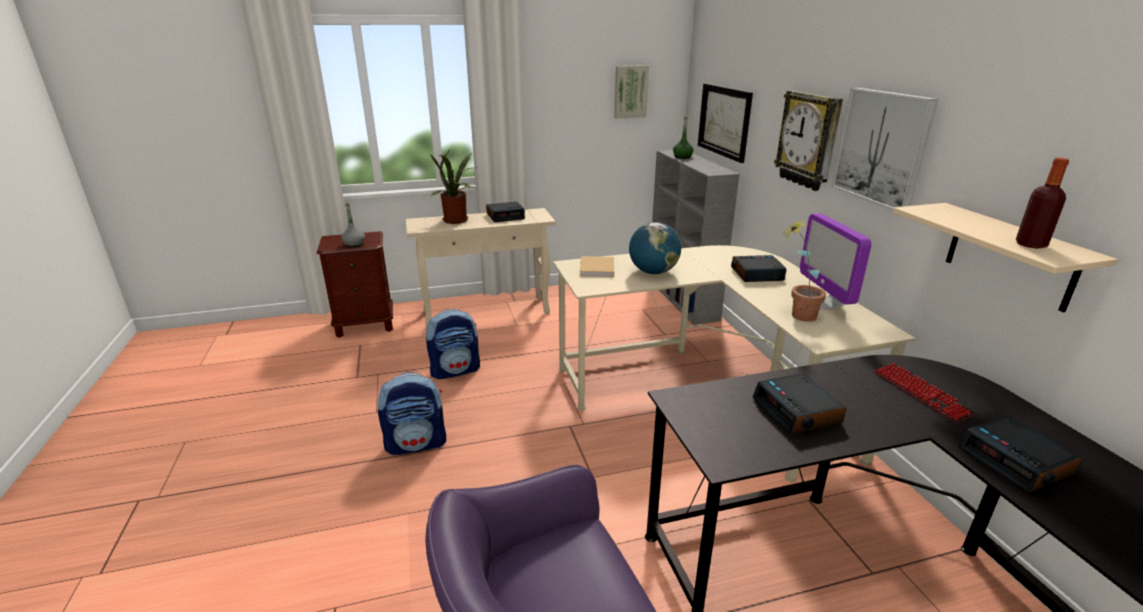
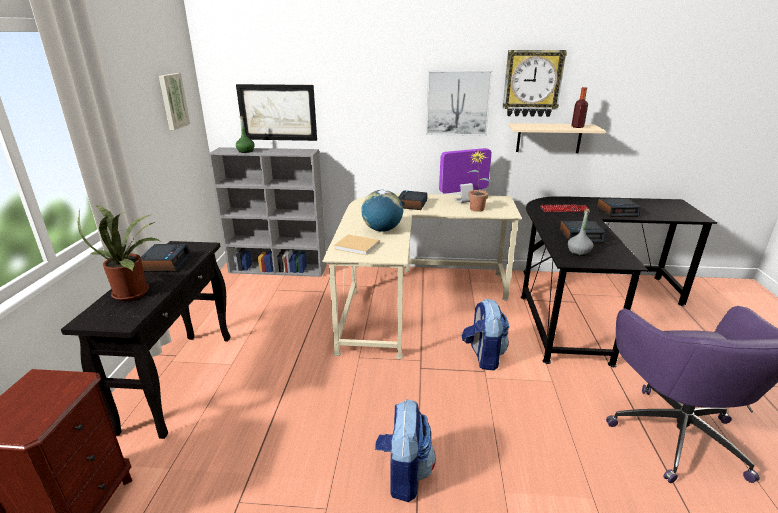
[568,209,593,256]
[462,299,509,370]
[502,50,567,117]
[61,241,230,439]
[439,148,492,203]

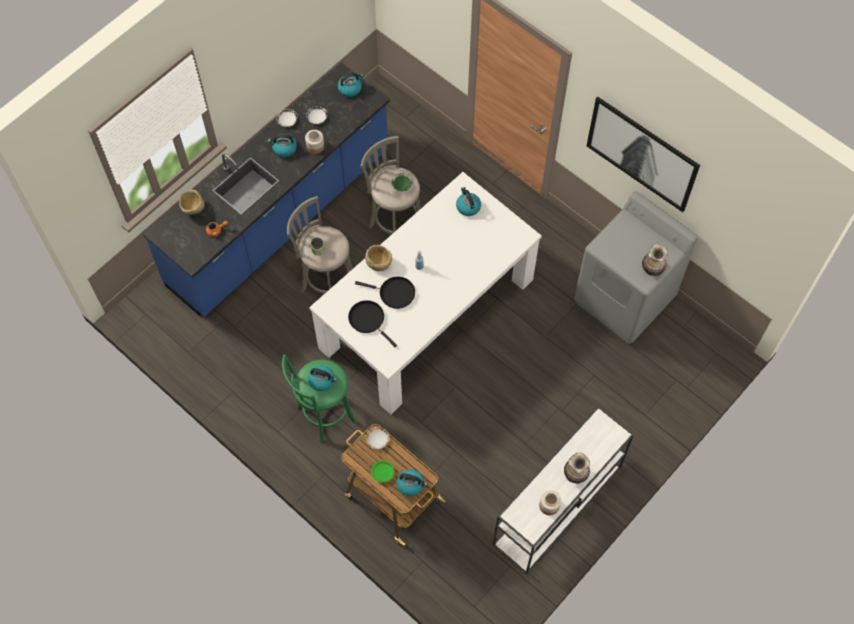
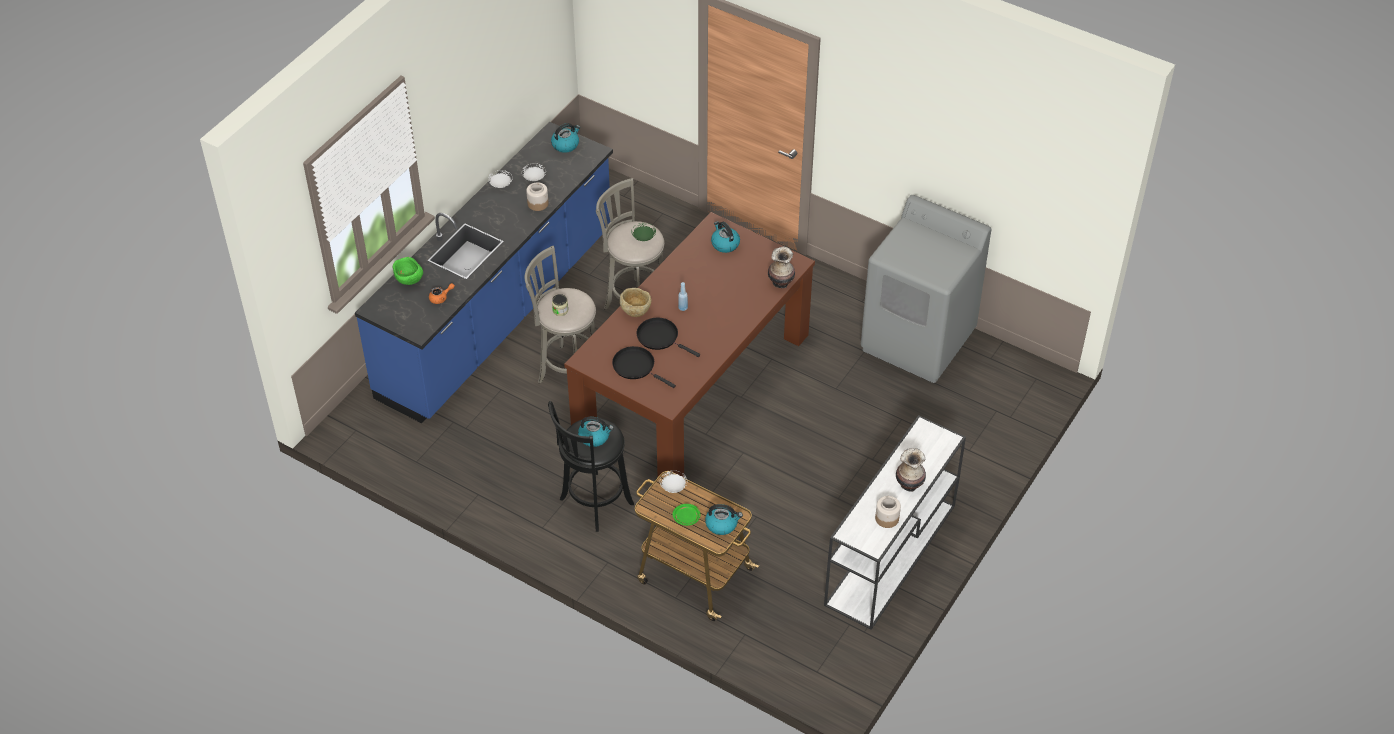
[267,134,297,157] (first image)
[587,97,700,212] (first image)
[768,246,795,288]
[393,257,423,285]
[548,401,634,532]
[564,212,815,477]
[637,318,700,357]

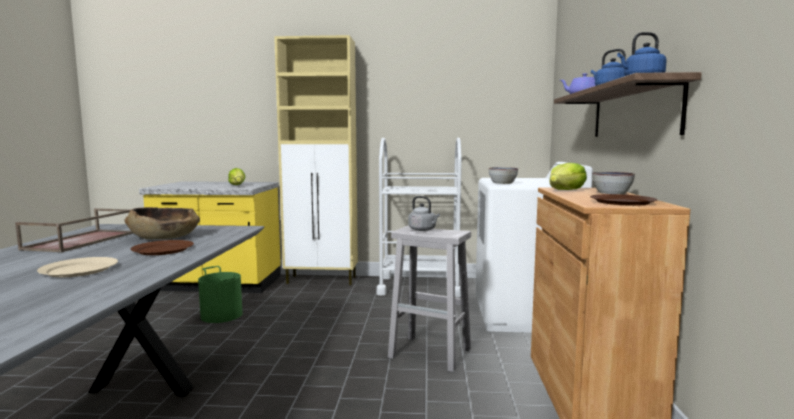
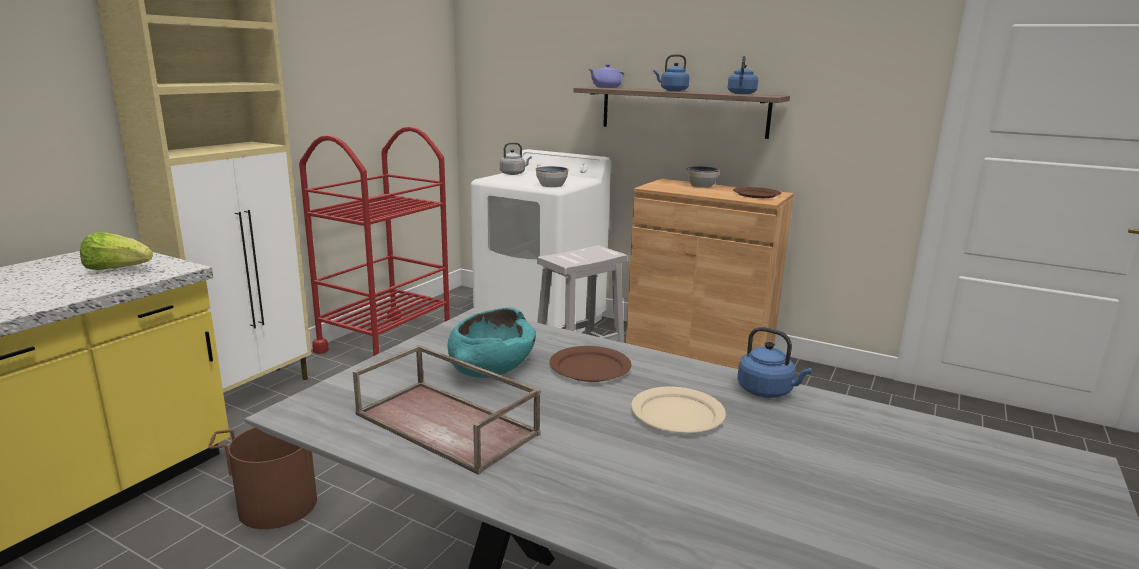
[549,163,587,190] (first image)
[737,327,812,398]
[500,142,532,175]
[447,307,536,378]
[208,427,317,529]
[299,126,450,358]

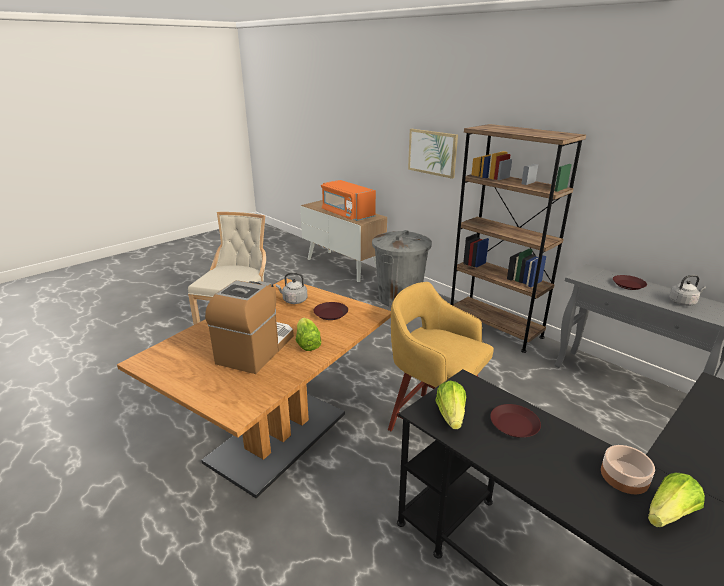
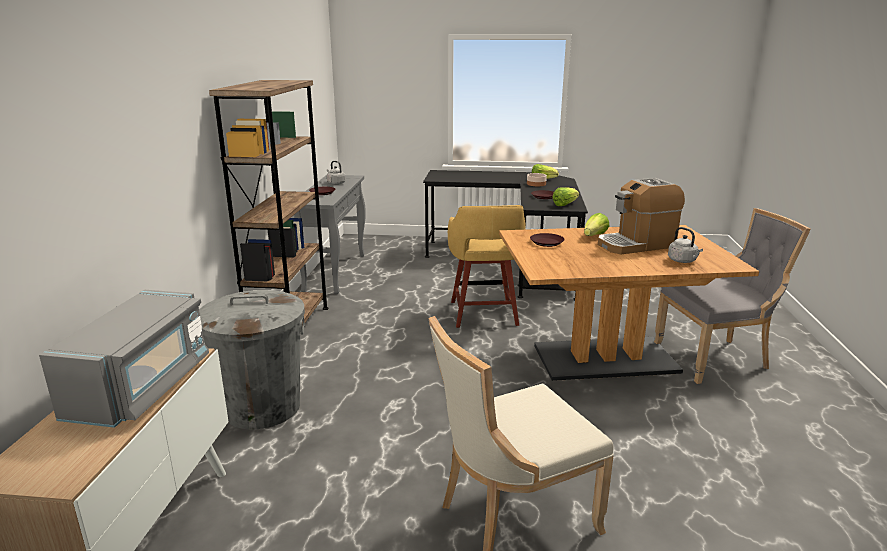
[408,129,458,179] (first image)
[654,208,810,384]
[668,227,703,263]
[39,290,209,428]

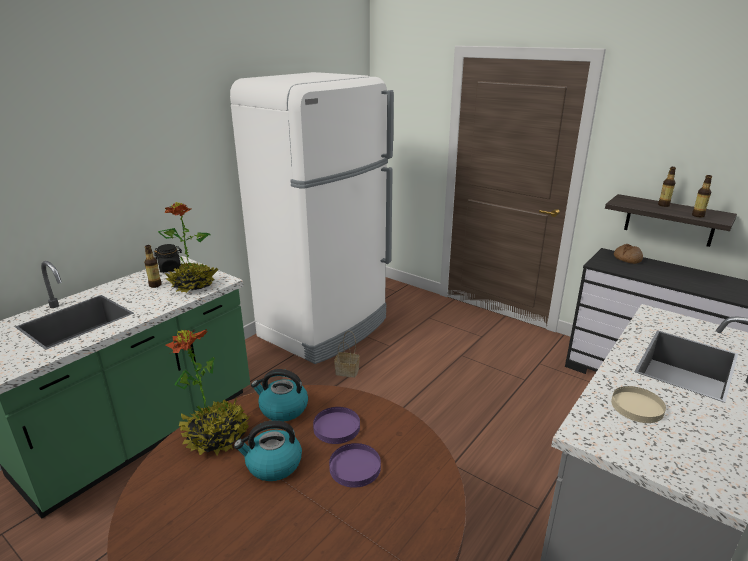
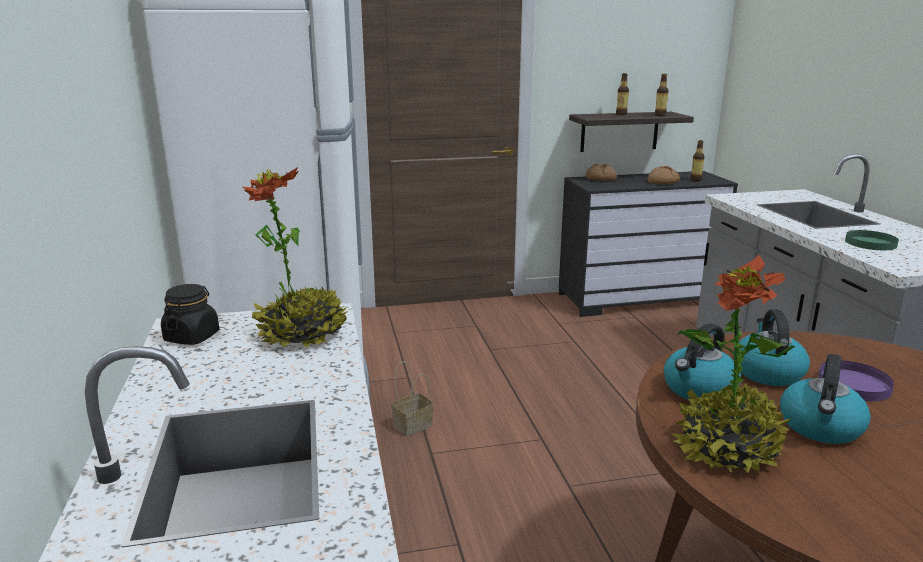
[647,166,680,184]
[690,140,705,181]
[733,309,810,386]
[845,230,899,250]

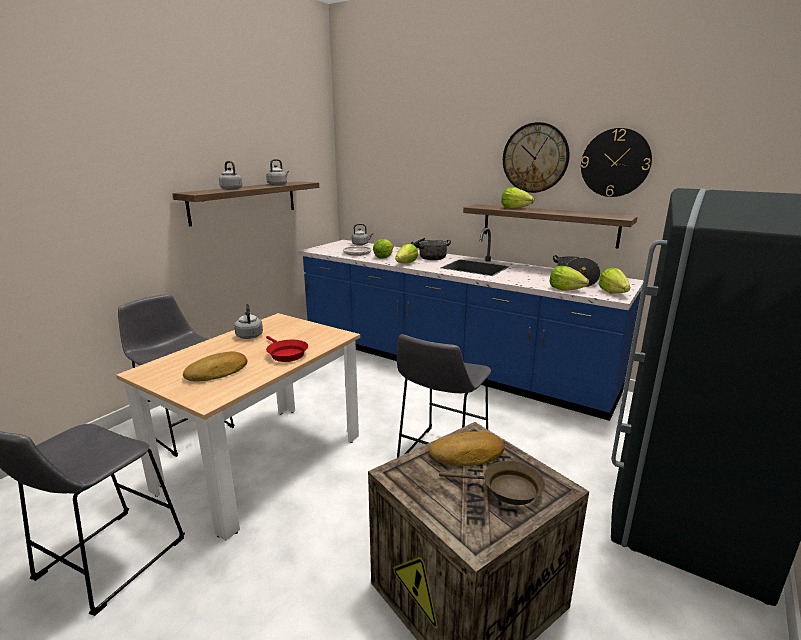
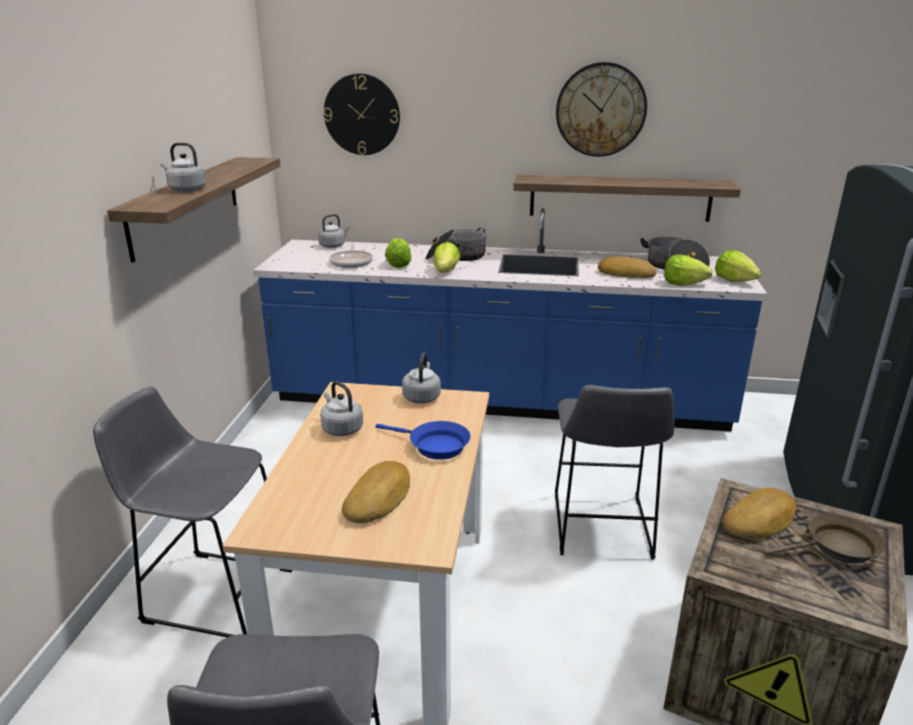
[501,187,534,209] (first image)
[598,257,657,278]
[402,353,441,404]
[323,74,400,155]
[375,421,470,460]

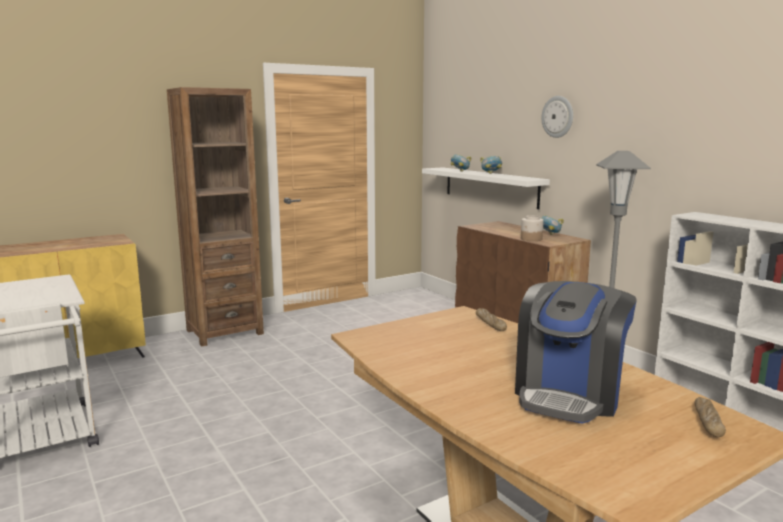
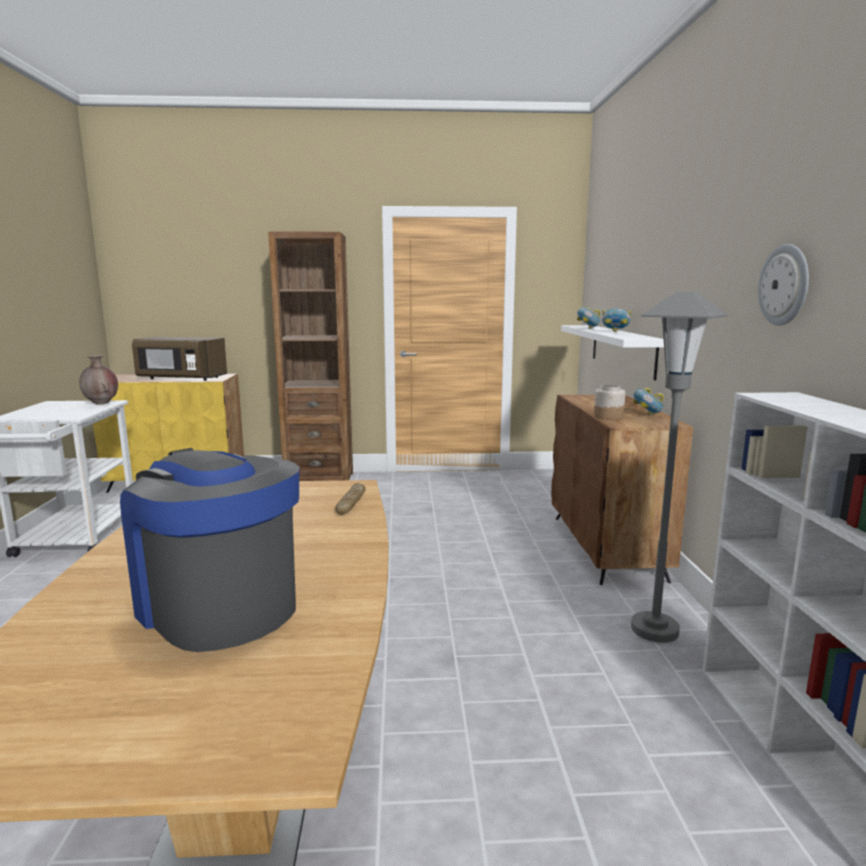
[694,397,726,437] (first image)
[79,355,118,405]
[132,337,227,381]
[758,244,809,326]
[120,448,300,652]

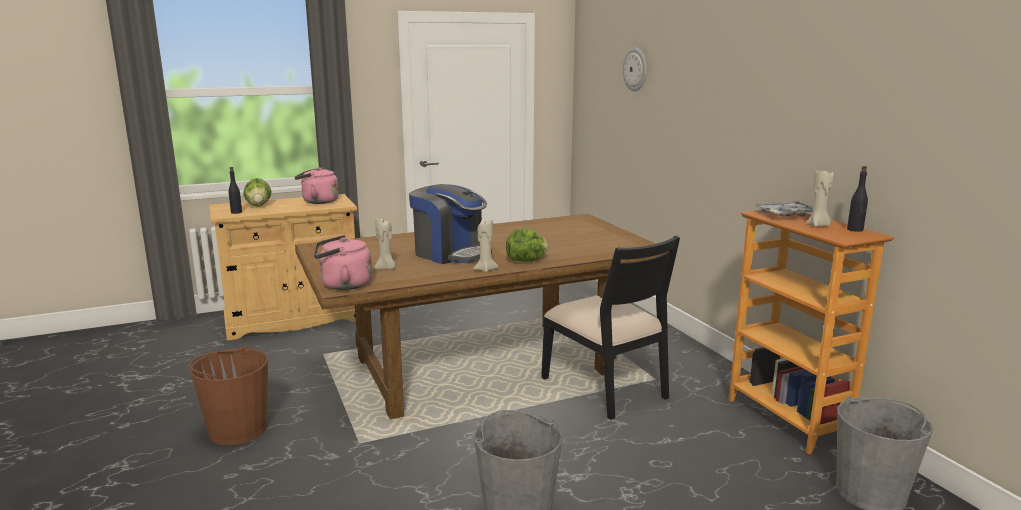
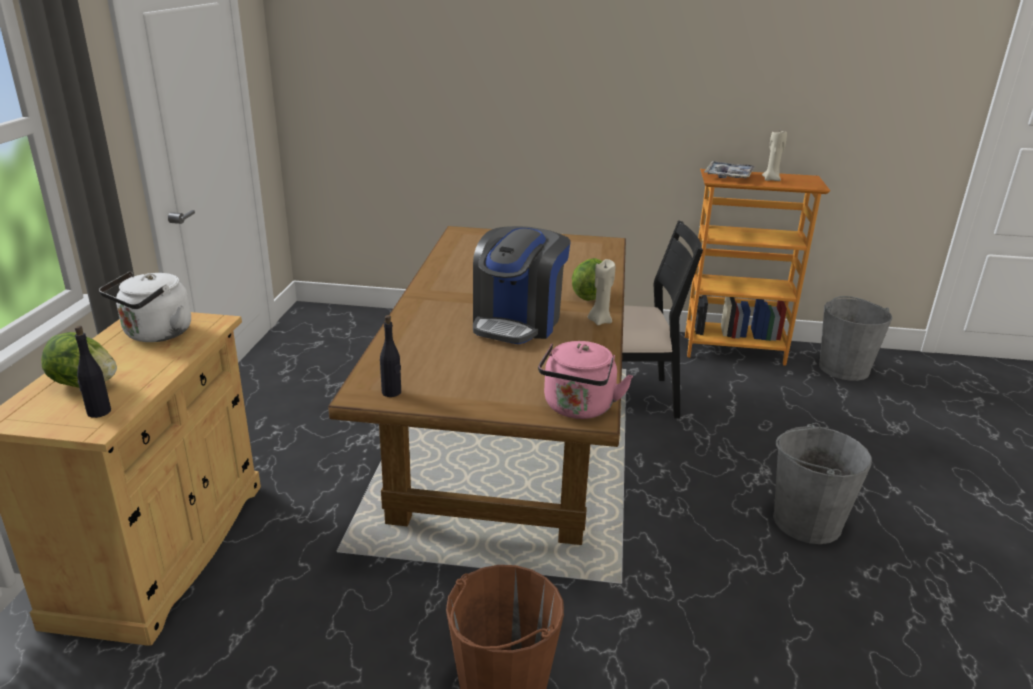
[374,219,396,269] (first image)
[623,48,647,91] (first image)
[380,315,401,397]
[99,271,191,342]
[473,226,571,344]

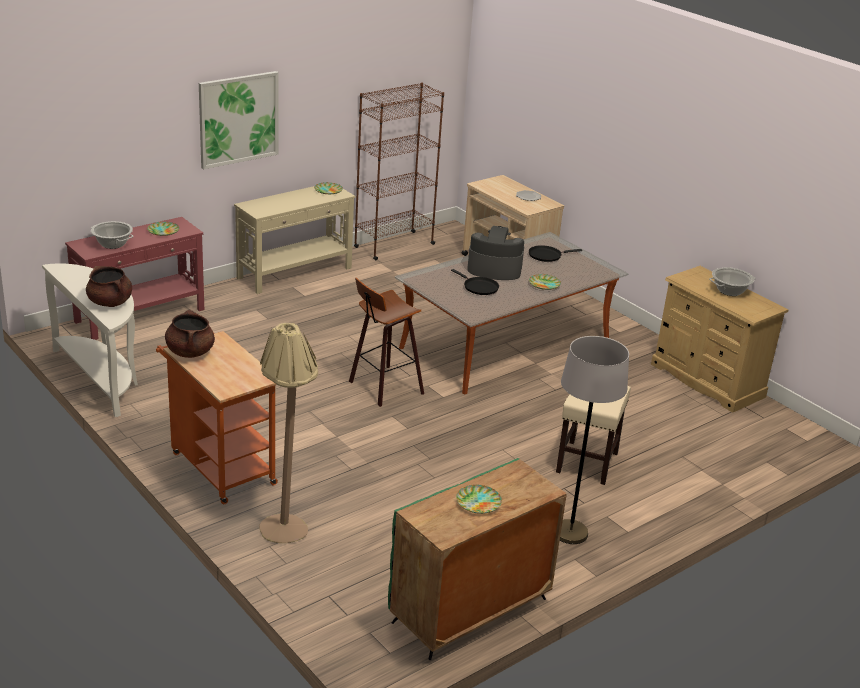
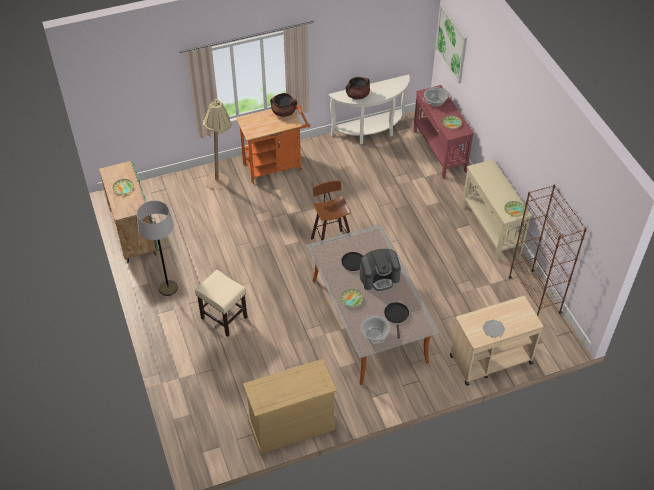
[435,5,467,84]
[360,315,390,344]
[360,249,401,291]

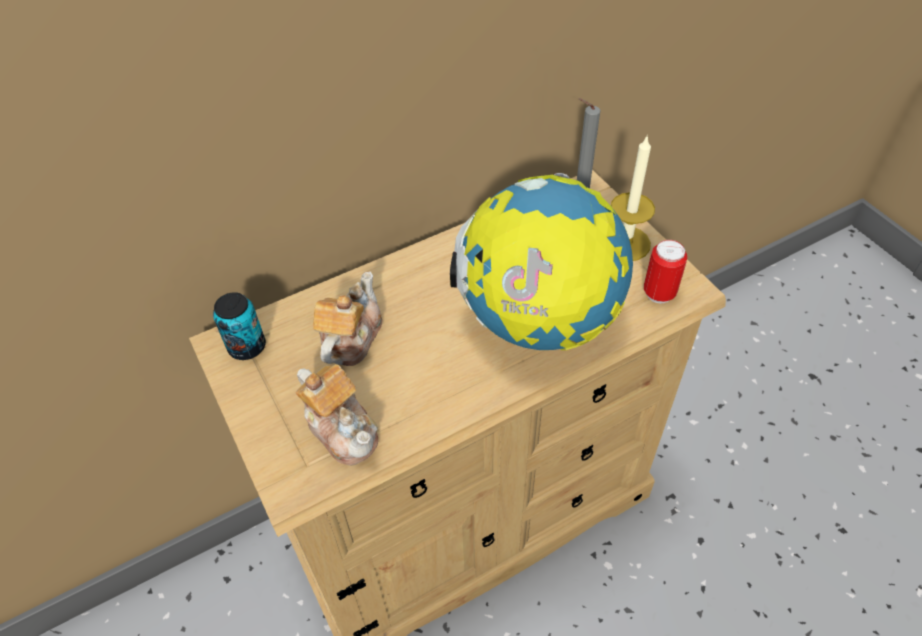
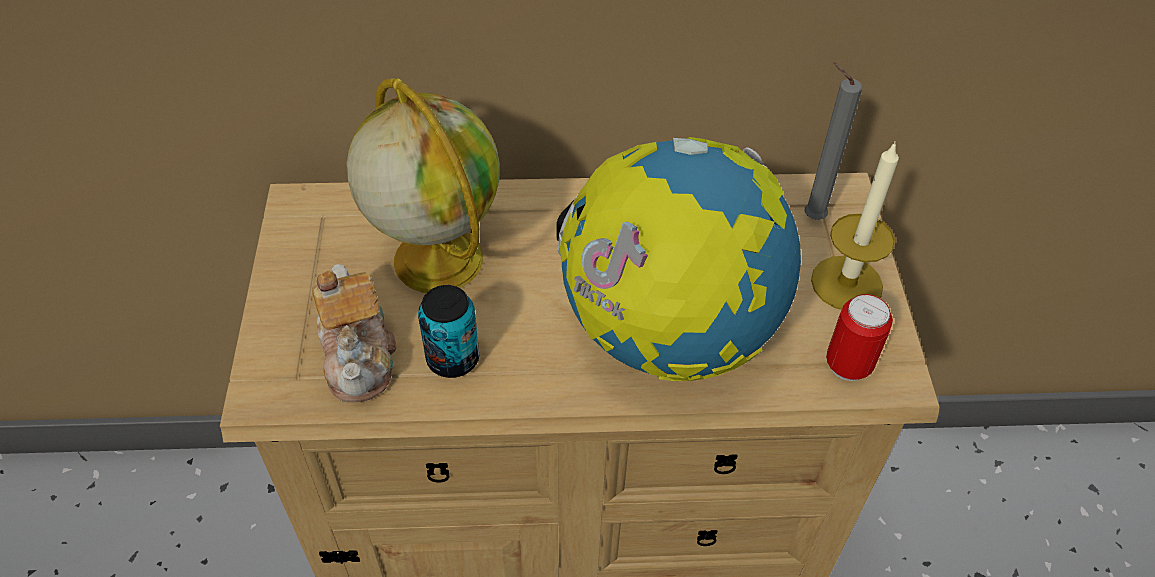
[418,285,479,378]
[347,78,500,293]

